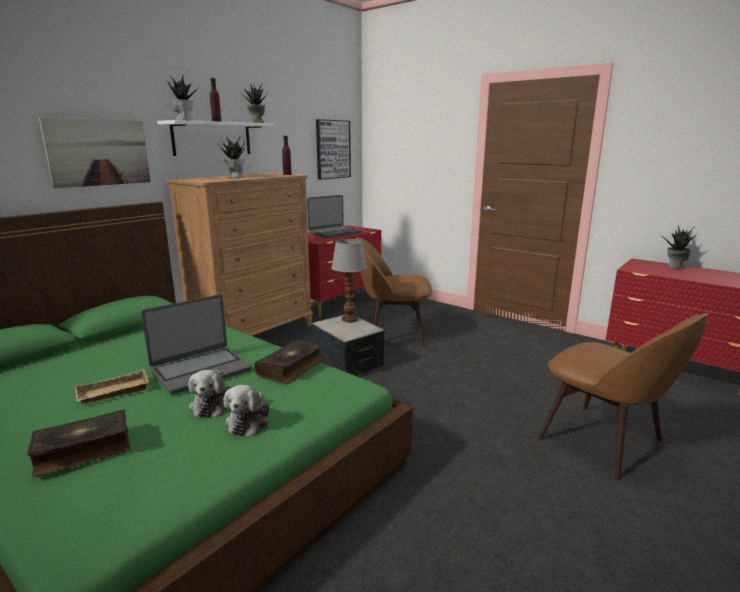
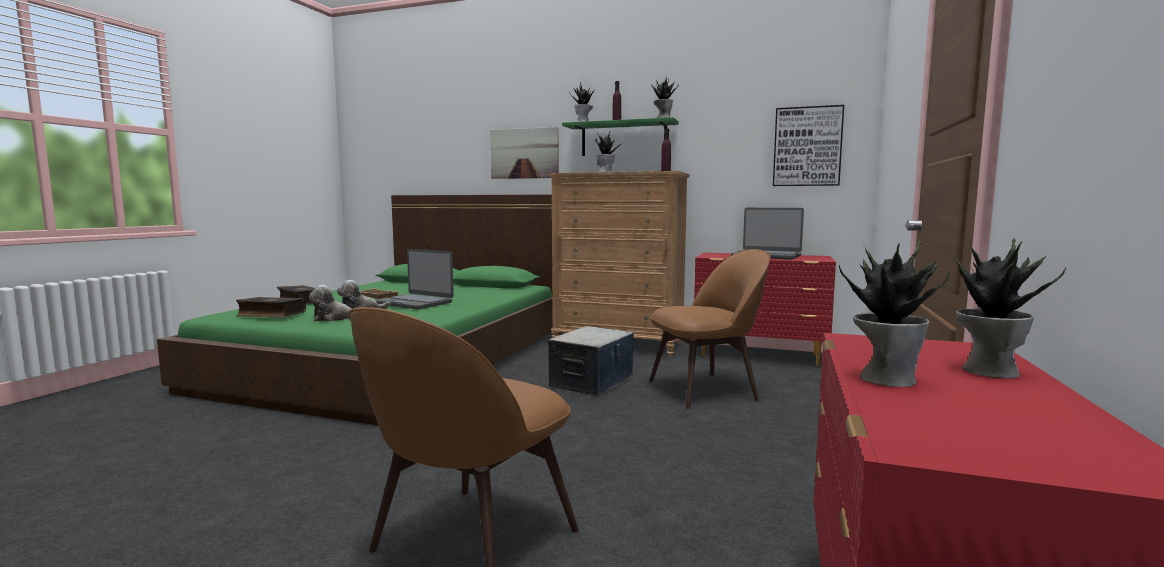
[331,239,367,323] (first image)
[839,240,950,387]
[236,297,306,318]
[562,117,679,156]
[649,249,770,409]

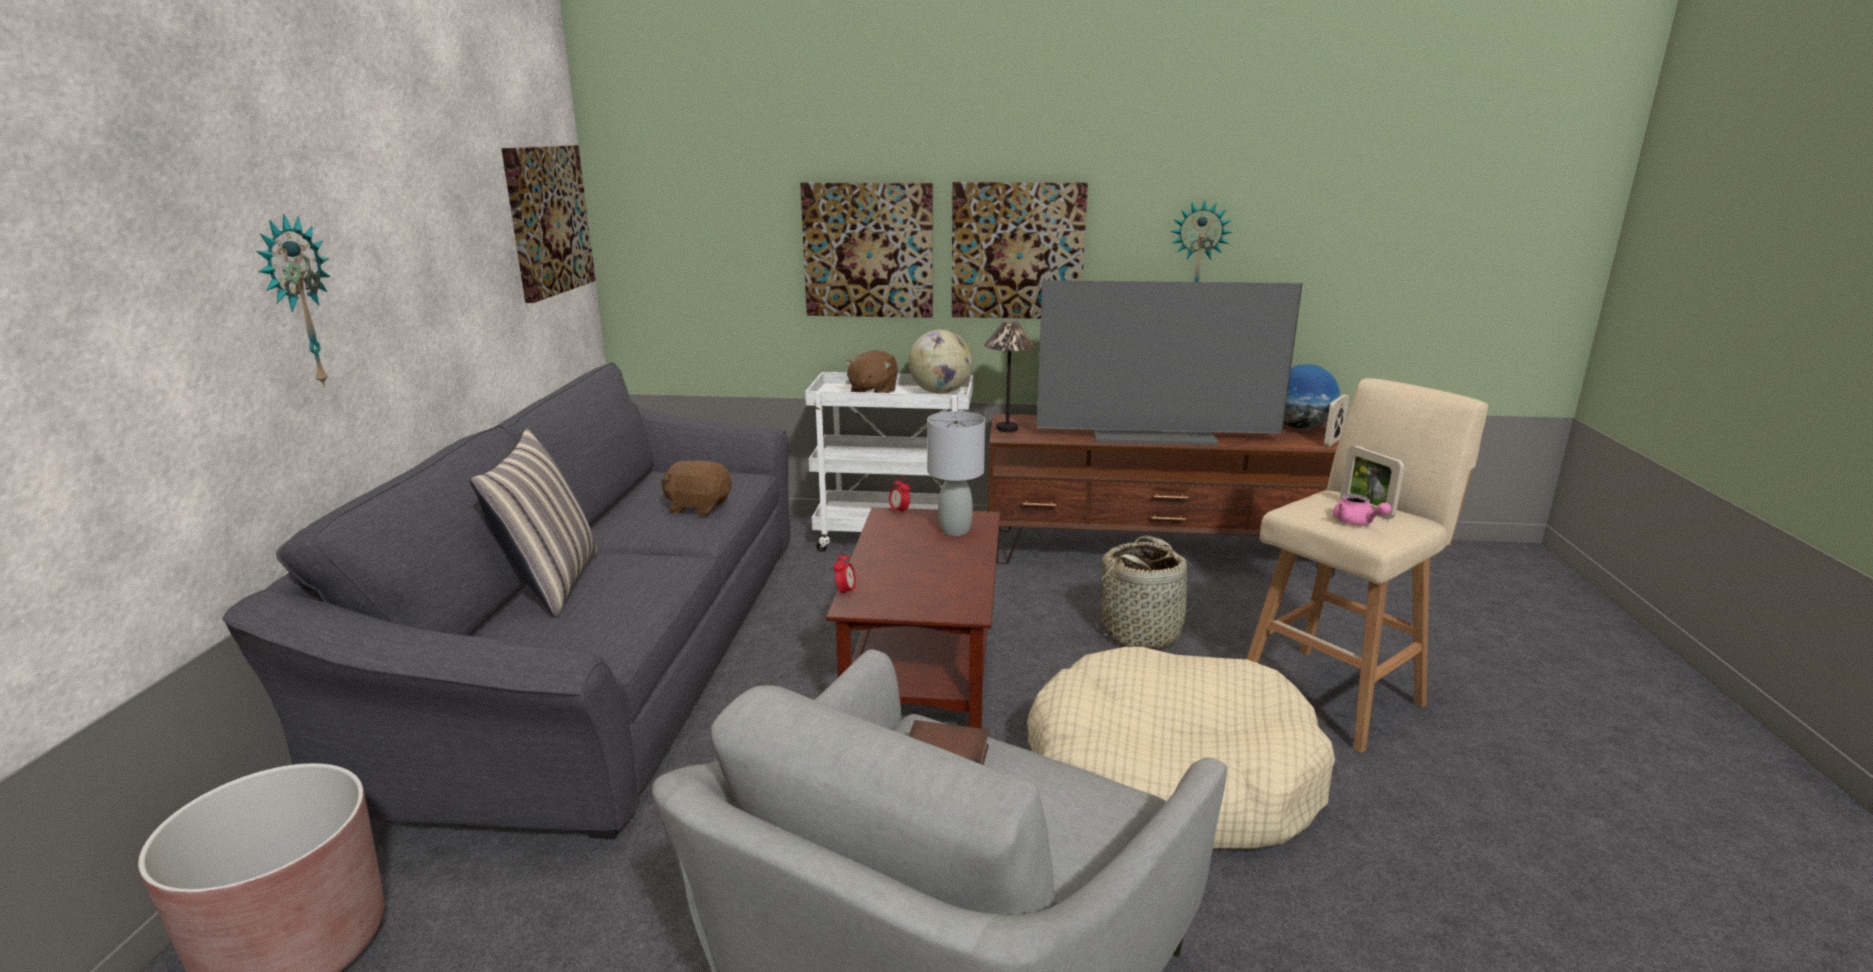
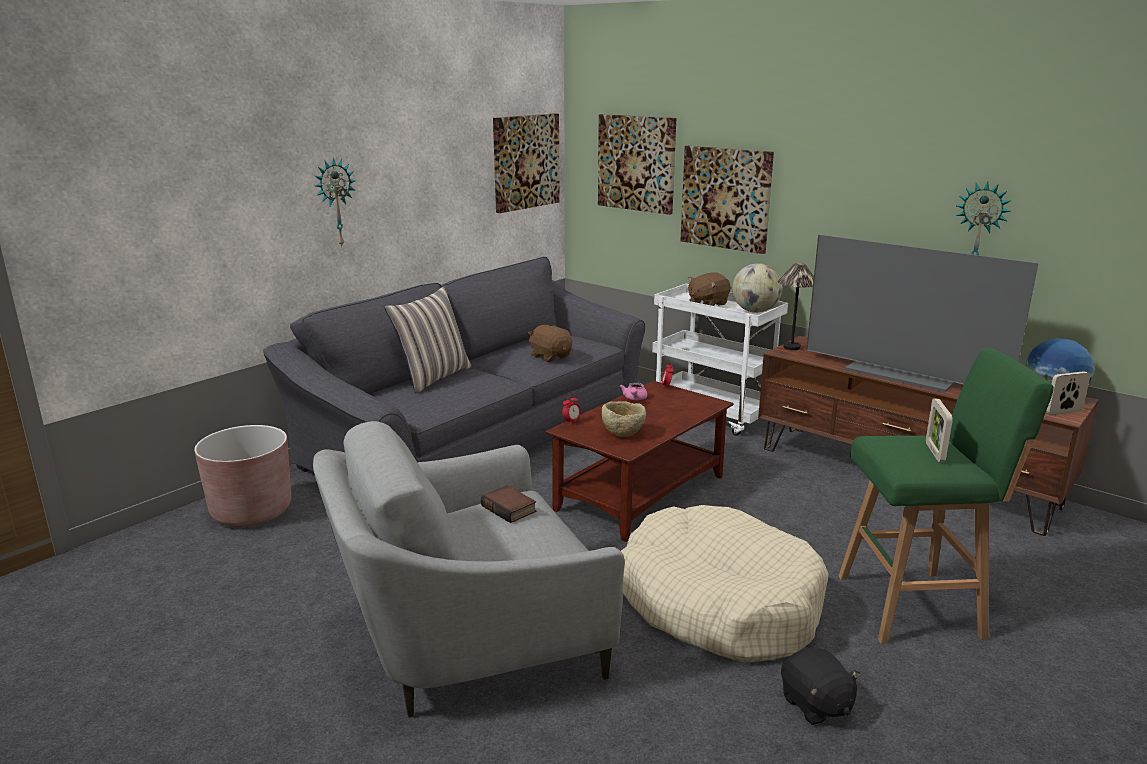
[927,411,985,536] (first image)
[1095,536,1200,649] (first image)
[602,401,646,437]
[781,648,860,725]
[598,114,676,215]
[620,382,647,400]
[839,348,1054,644]

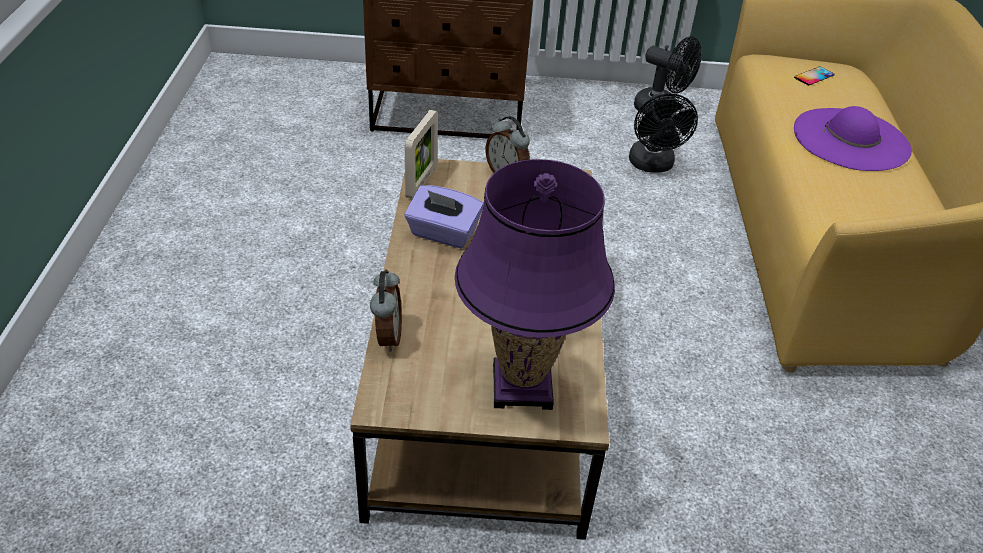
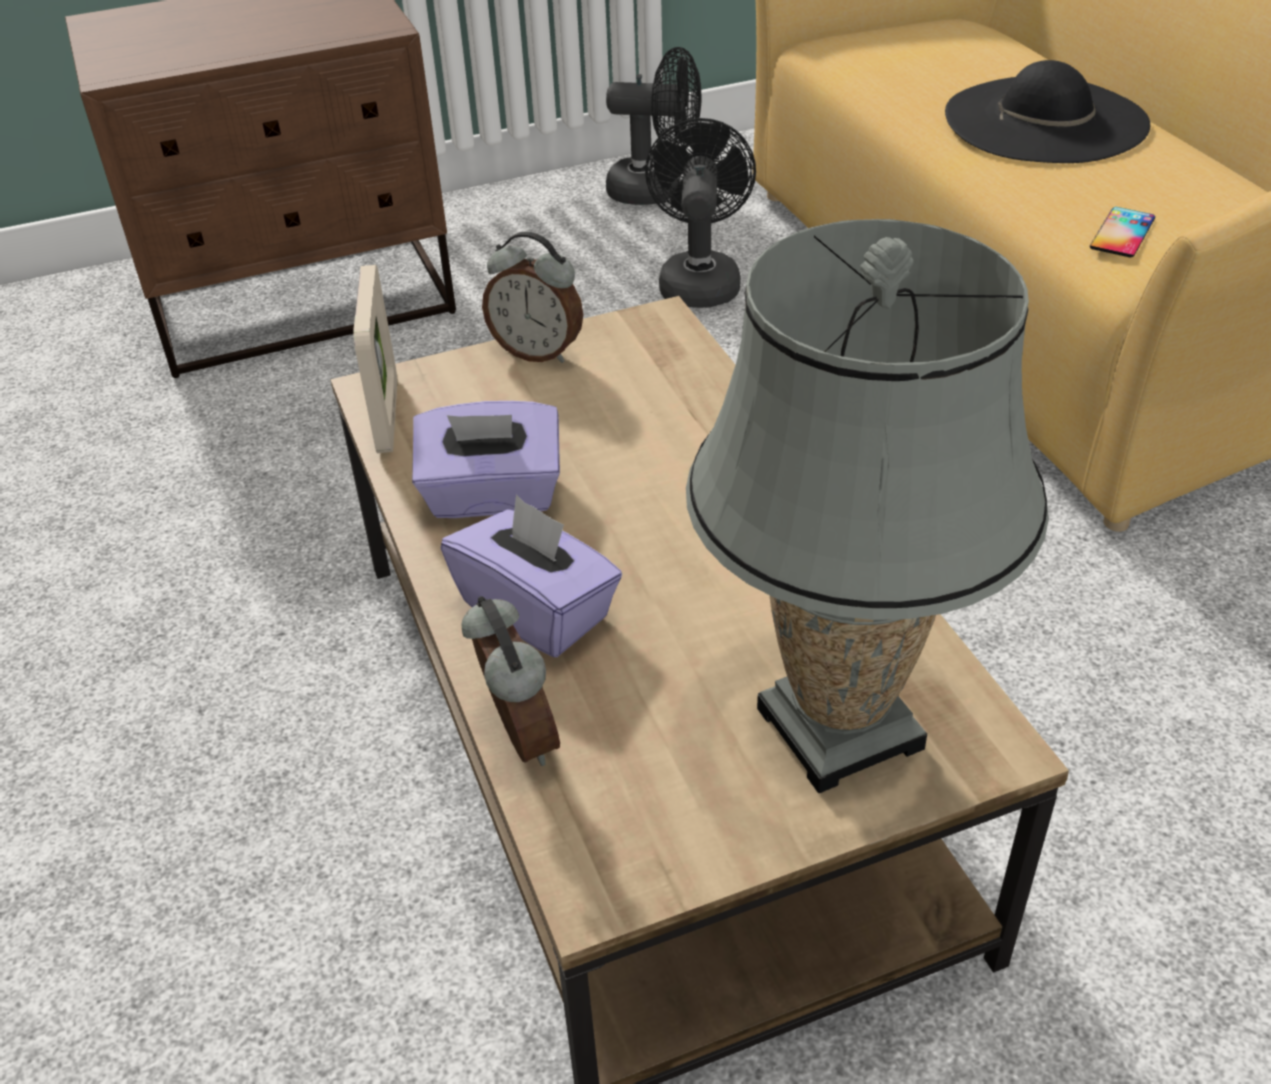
[440,494,622,657]
[1090,207,1155,257]
[686,219,1049,793]
[945,60,1150,163]
[645,118,756,308]

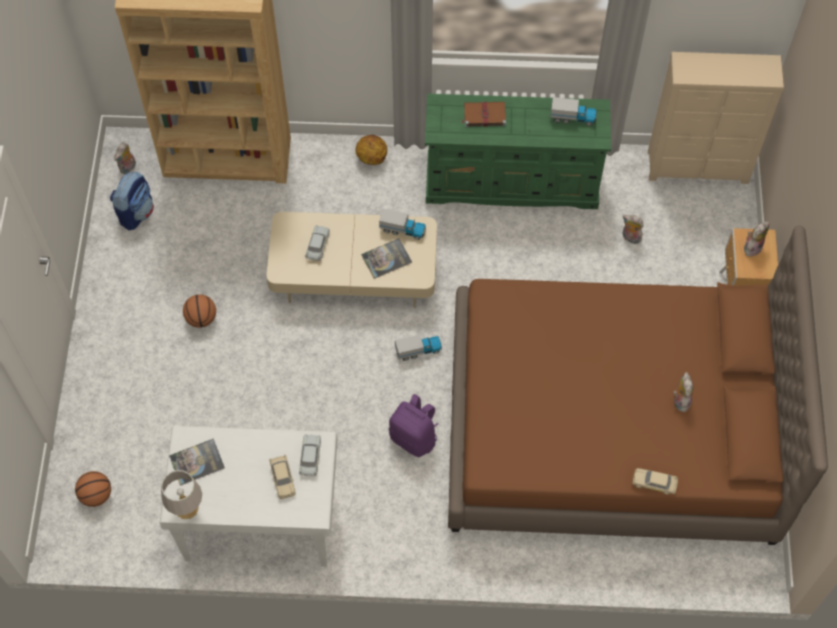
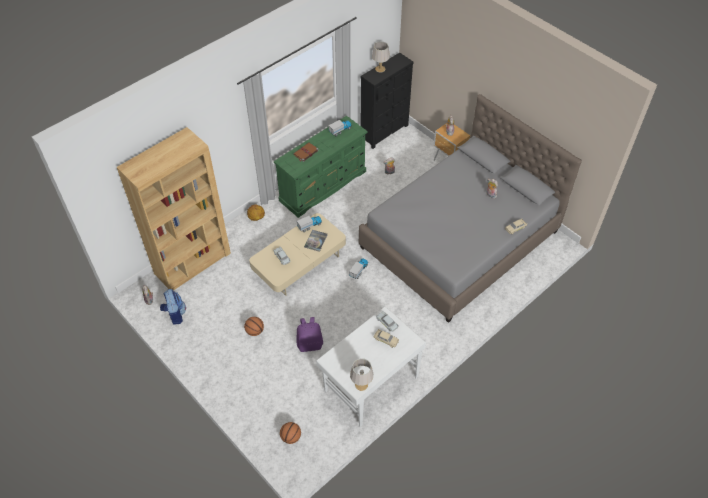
[169,439,225,485] (first image)
[372,41,390,73]
[296,317,323,352]
[359,94,582,323]
[361,53,413,149]

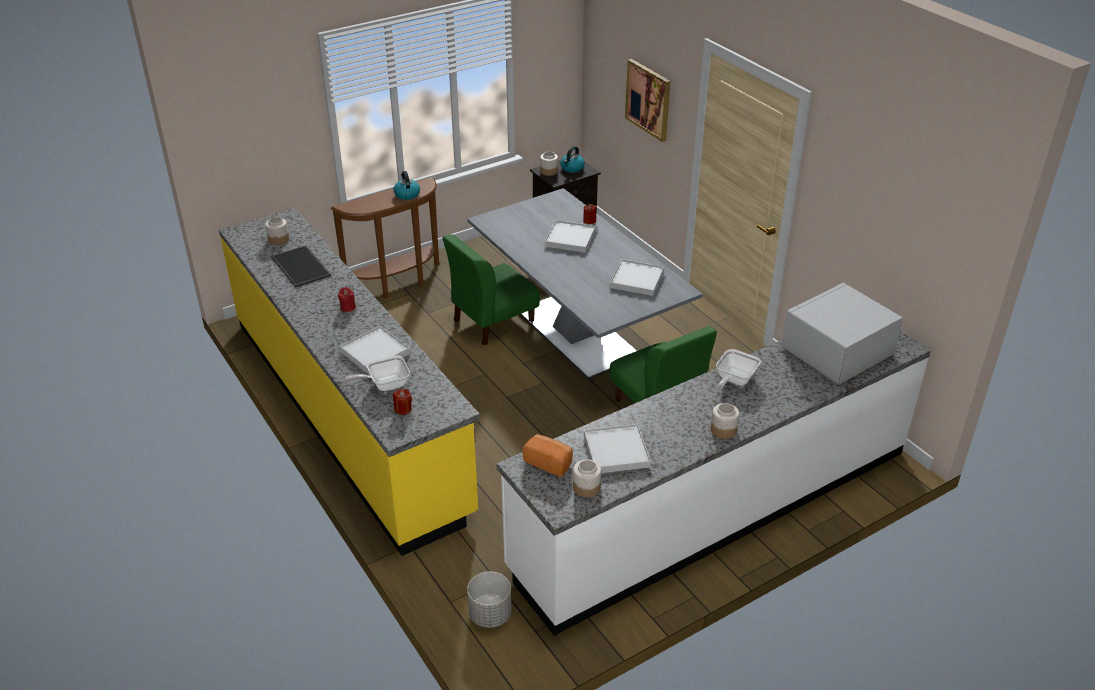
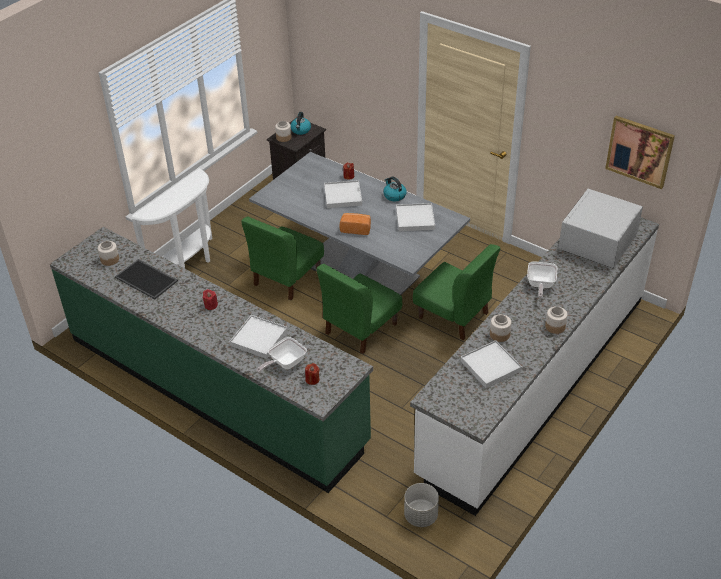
[317,264,402,354]
[383,176,407,201]
[339,213,371,235]
[490,314,511,342]
[605,116,675,189]
[50,227,373,493]
[130,168,212,269]

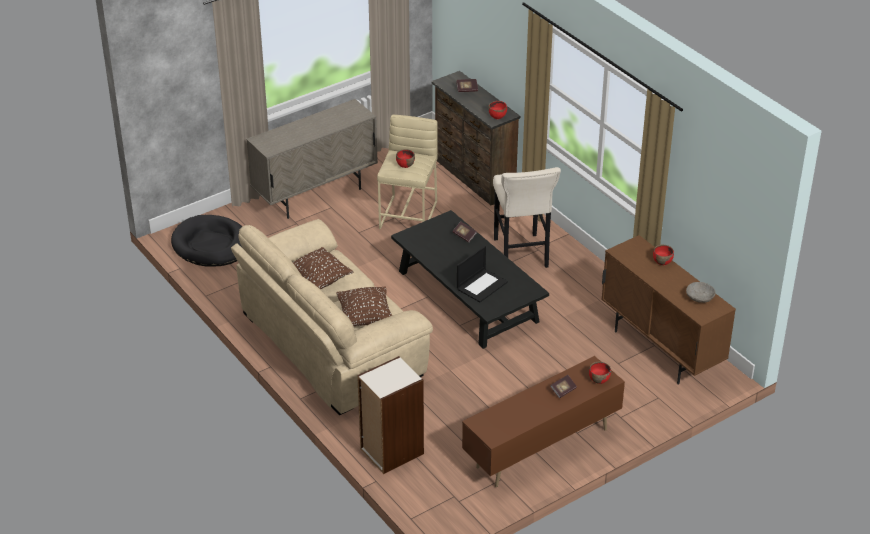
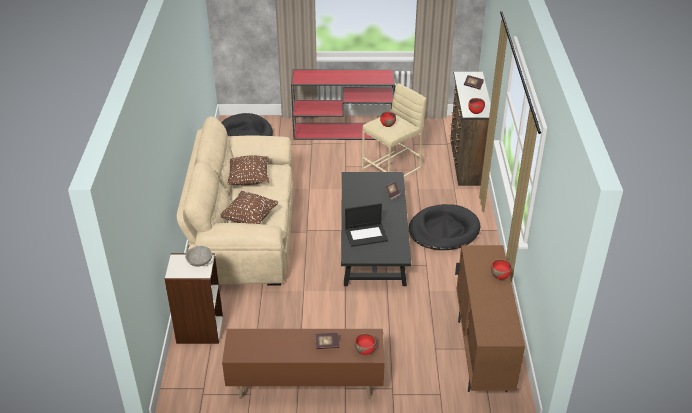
[185,246,212,267]
[291,69,395,140]
[409,204,480,250]

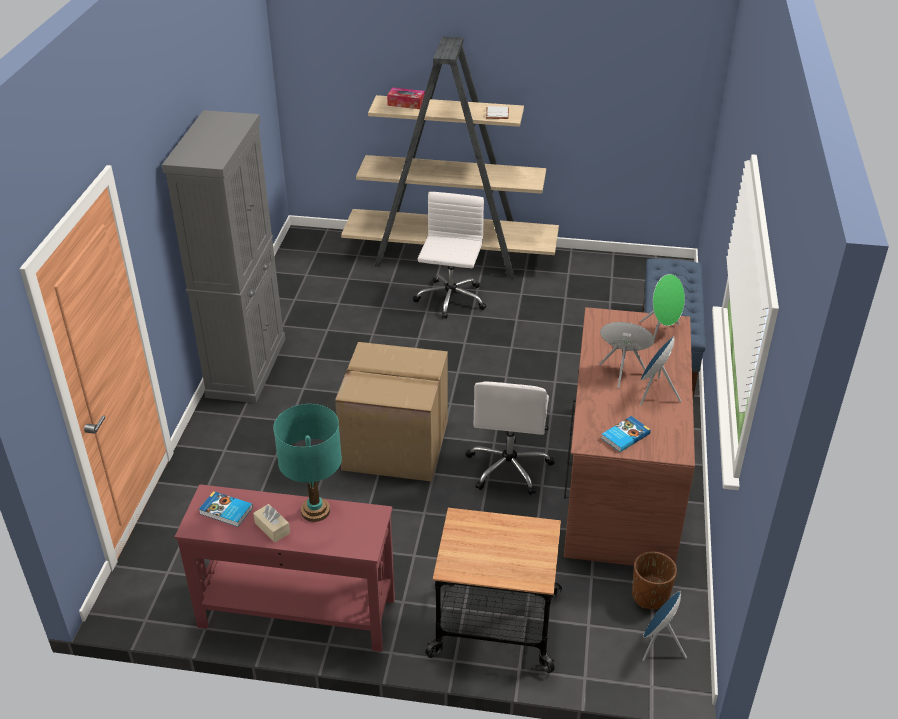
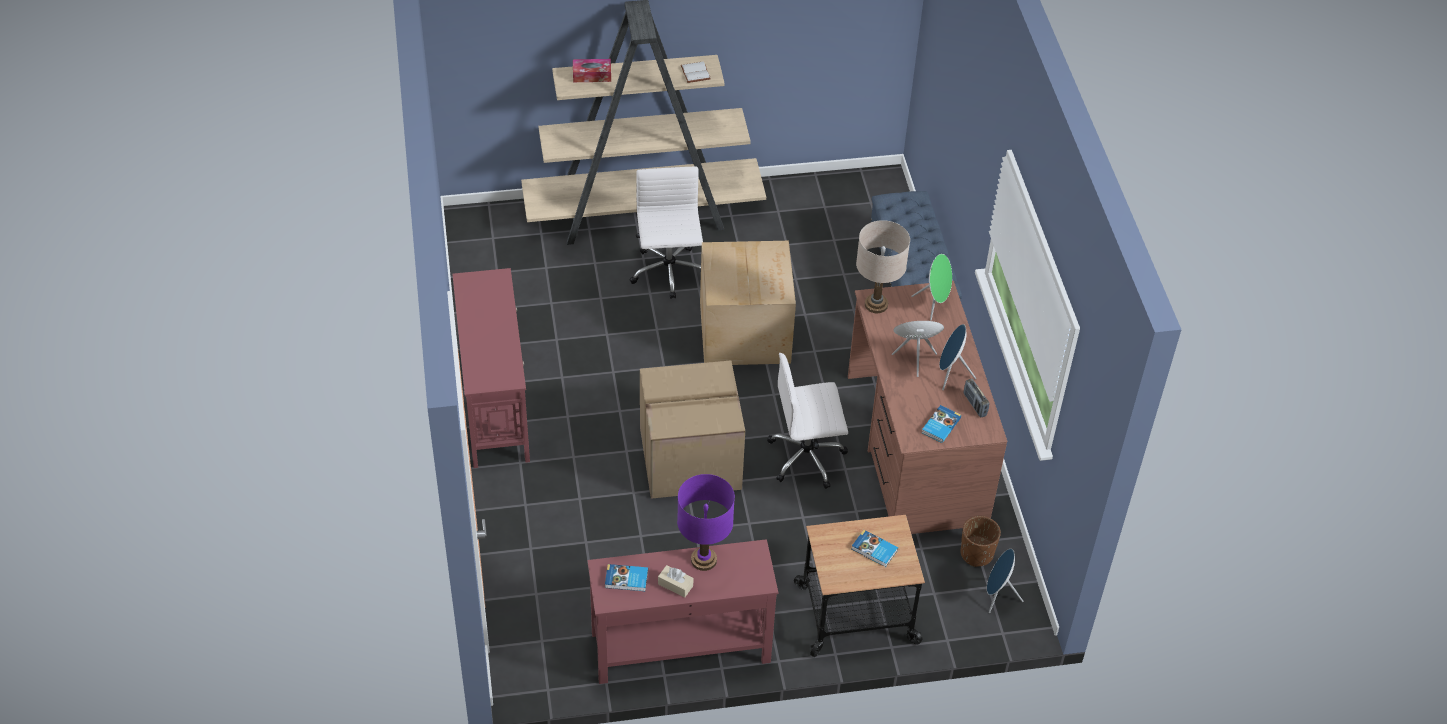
[700,241,796,365]
[852,530,898,567]
[856,220,910,313]
[964,379,989,417]
[452,268,530,468]
[677,474,735,571]
[767,353,848,489]

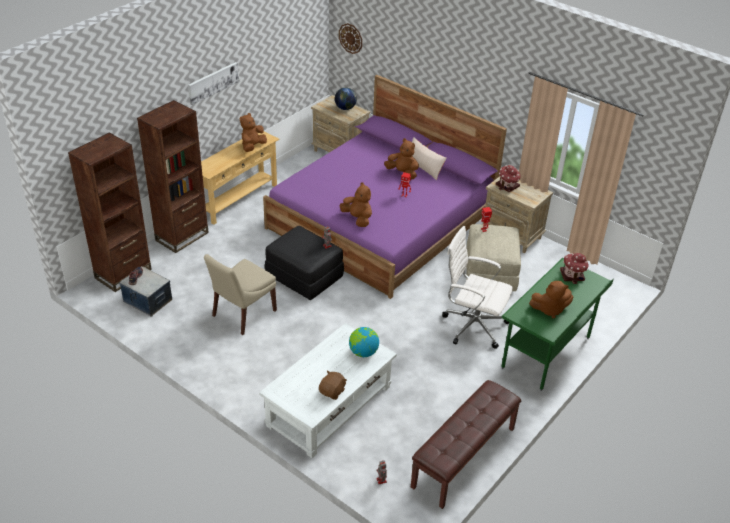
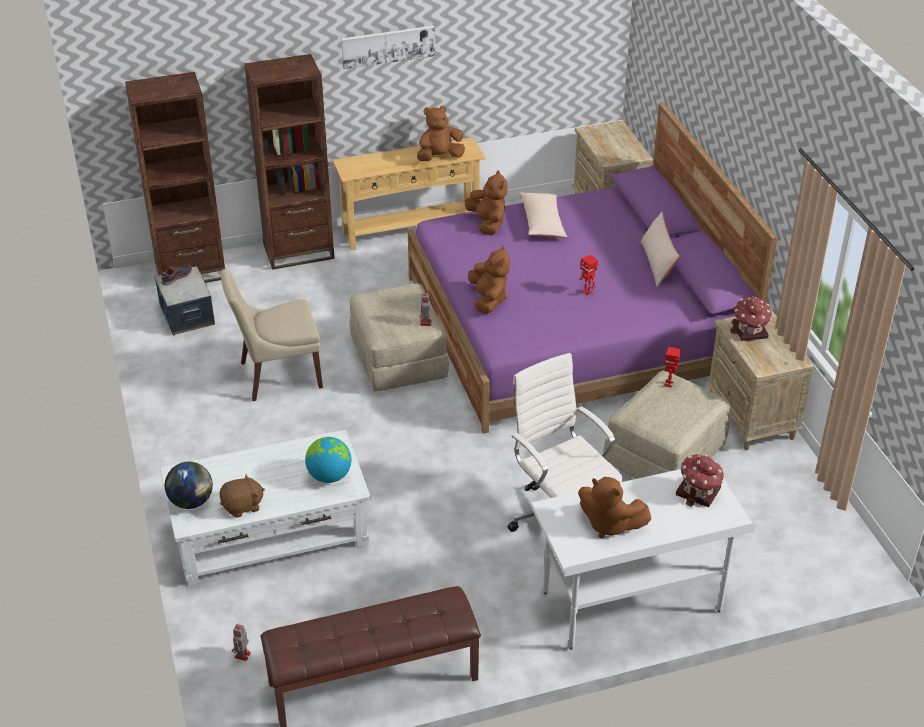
[339,23,362,54] (first image)
[519,192,567,237]
[165,462,213,509]
[465,170,507,236]
[349,284,449,392]
[530,469,756,650]

